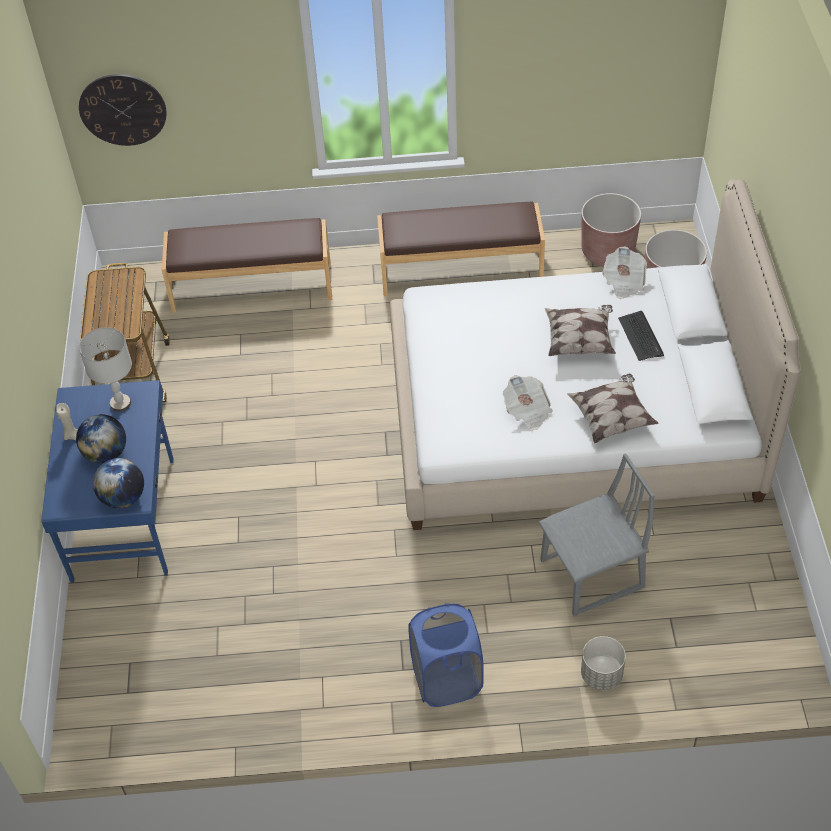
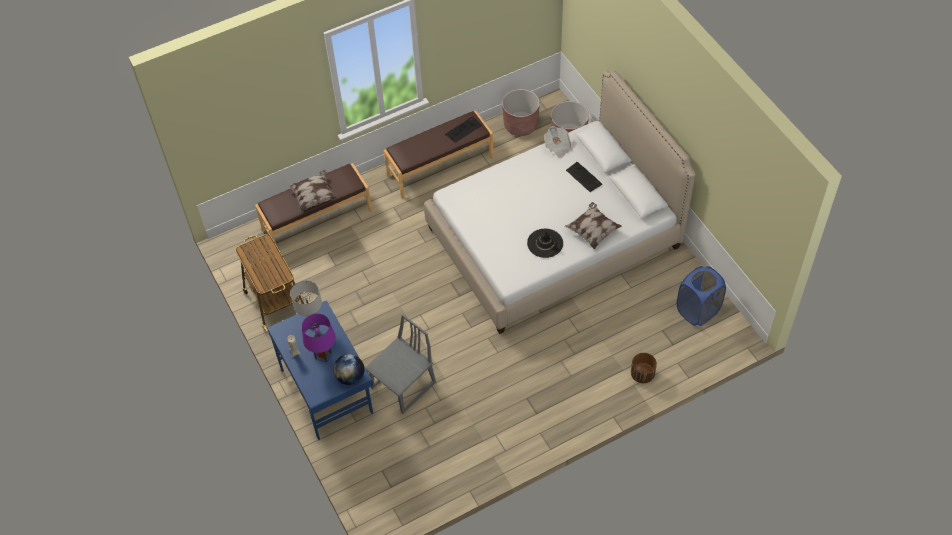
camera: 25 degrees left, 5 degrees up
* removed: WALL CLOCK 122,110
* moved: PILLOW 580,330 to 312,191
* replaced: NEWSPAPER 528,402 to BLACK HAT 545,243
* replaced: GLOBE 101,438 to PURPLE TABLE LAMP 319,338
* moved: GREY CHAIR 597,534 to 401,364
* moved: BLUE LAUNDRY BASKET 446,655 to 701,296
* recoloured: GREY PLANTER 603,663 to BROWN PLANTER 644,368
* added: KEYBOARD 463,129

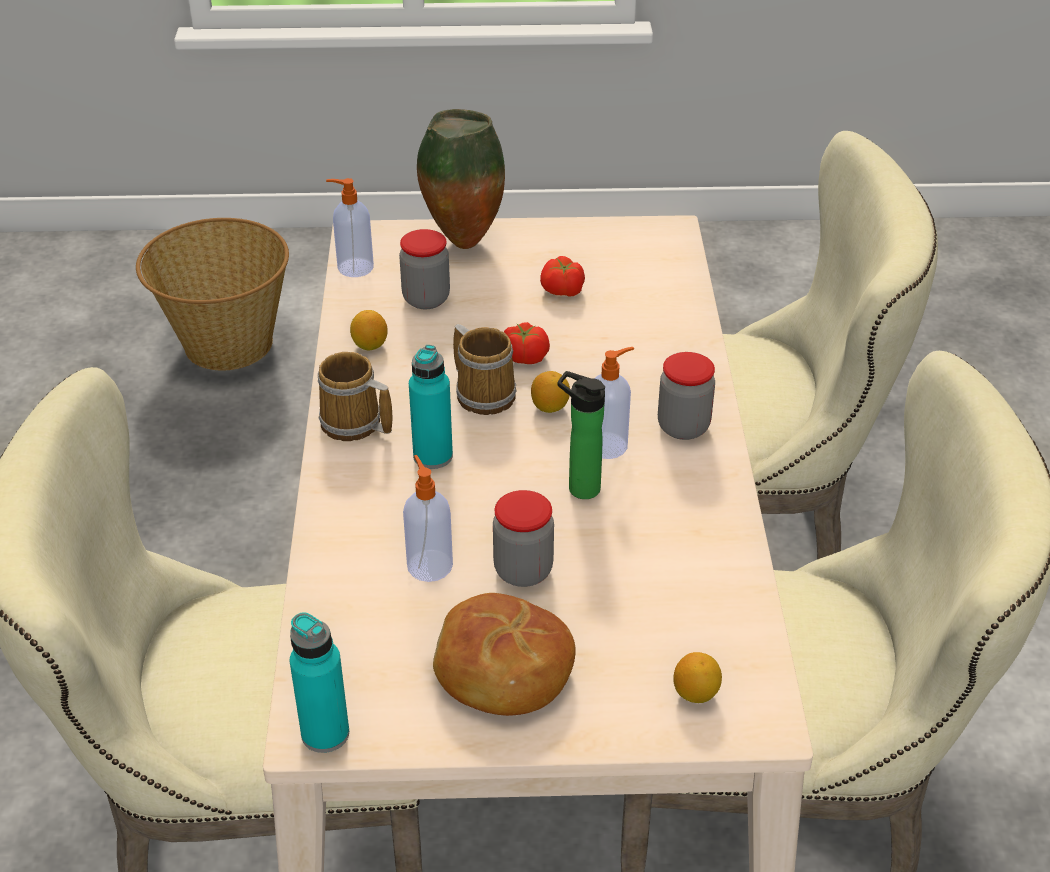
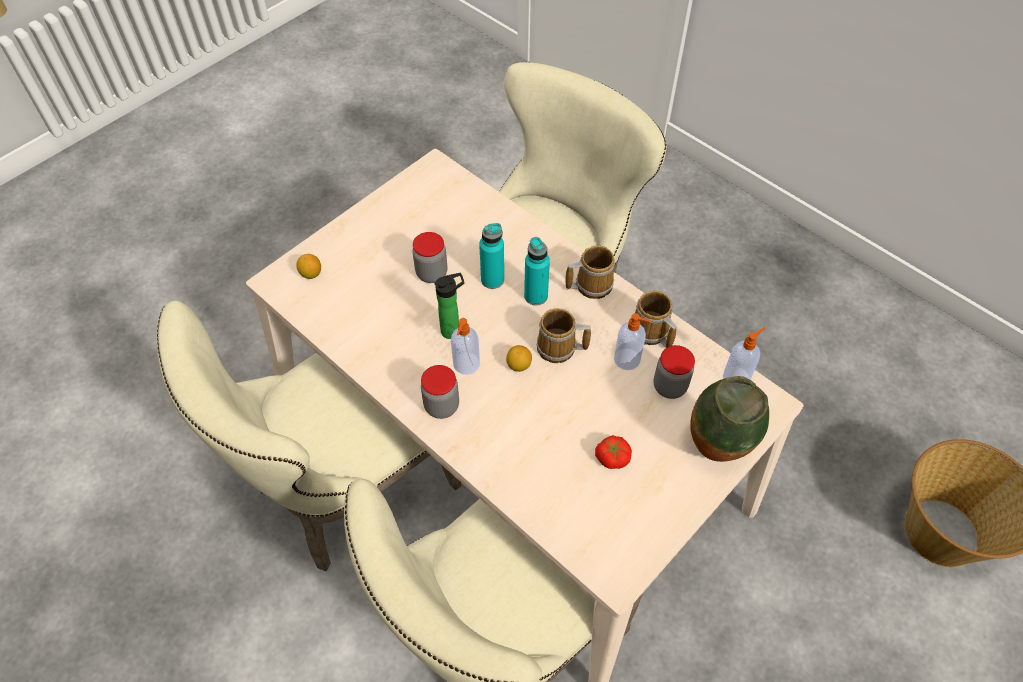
camera: 135 degrees right, 15 degrees up
* replaced: LEMON 369,330 to MUG 656,319
* removed: TOMATO 527,343
* moved: SOAP DISPENSER 428,518 to 633,341
* removed: BREAD 504,654
* moved: TURQUOISE BOTTLE 319,682 to 491,256

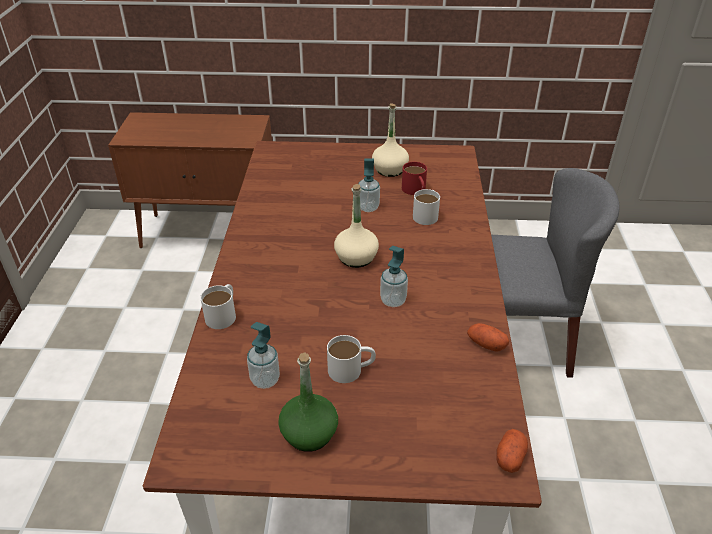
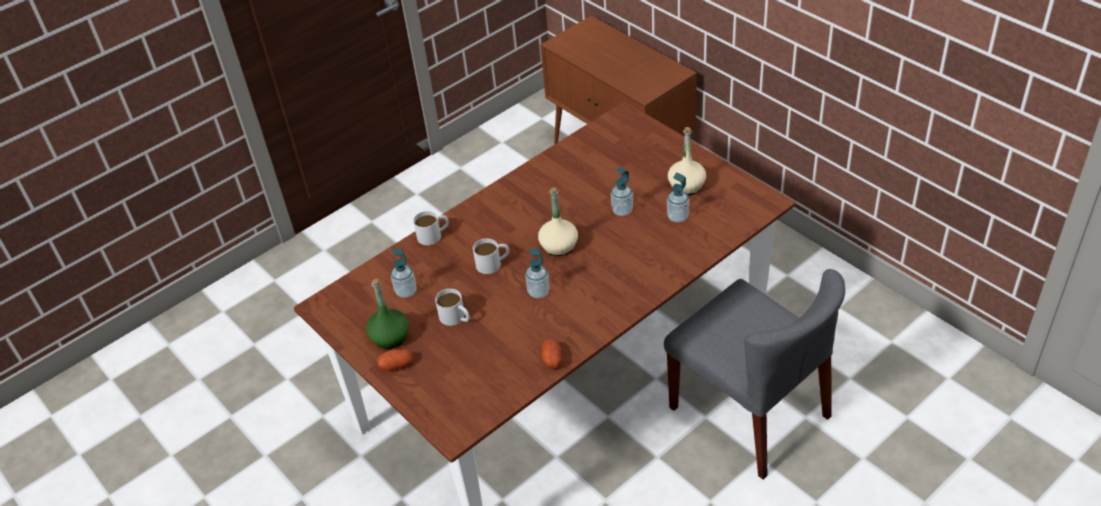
camera: 50 degrees right, 5 degrees up
* replaced: RED MUG 414,178 to SOAP DISPENSER 678,197
* moved: WHITE MUG 426,207 to 491,256
* moved: POTATO 512,451 to 395,360

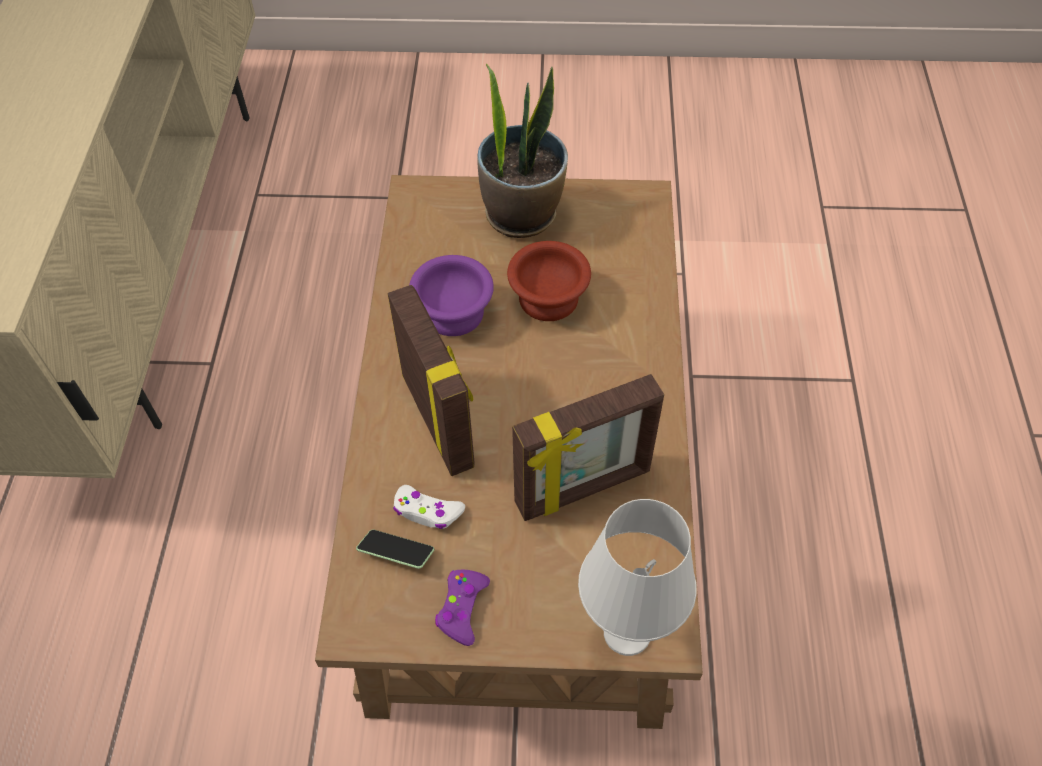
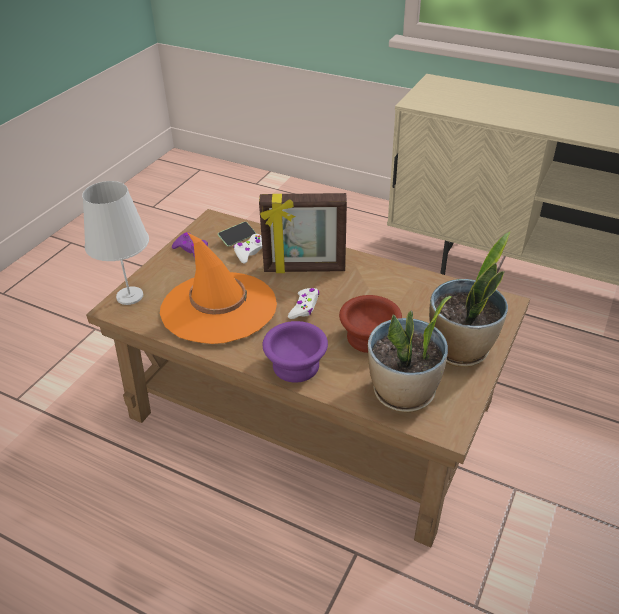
camera: 115 degrees right, 15 degrees down
* moved: PURPLE BOWL 451,295 to 295,352
* replaced: PICTURE FRAME 588,447 to ORANGE HAT 218,288
* added: WHITE GAME CONTROLLER 303,303
* added: POTTED PLANT 410,354

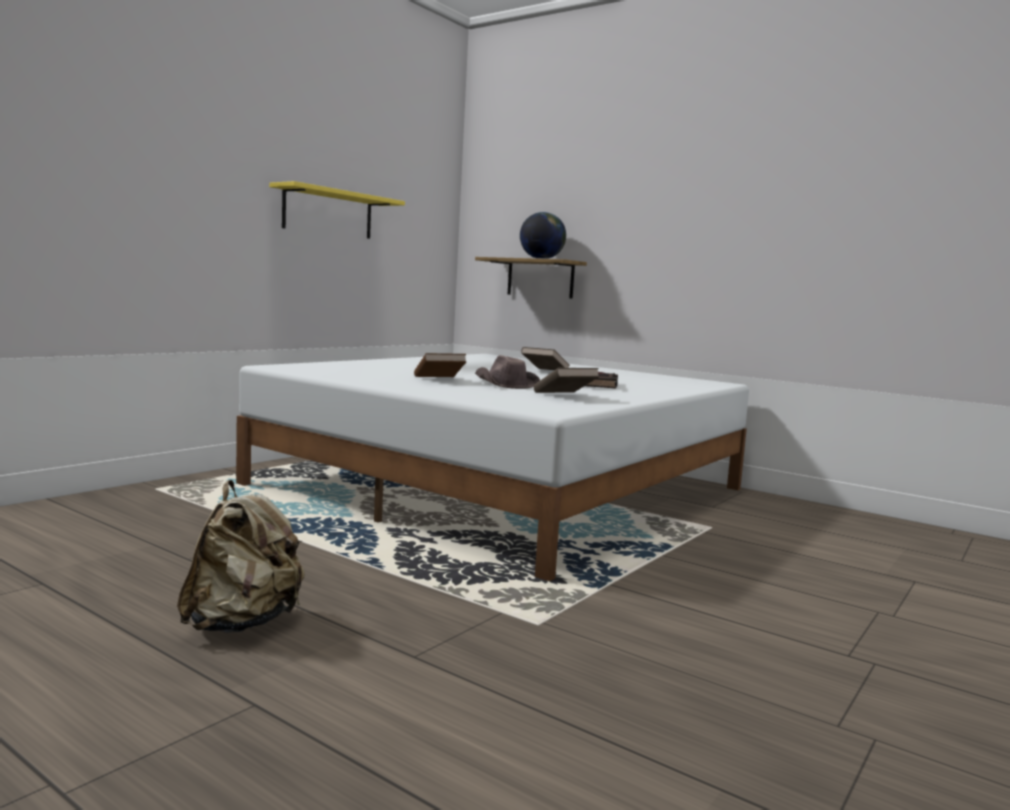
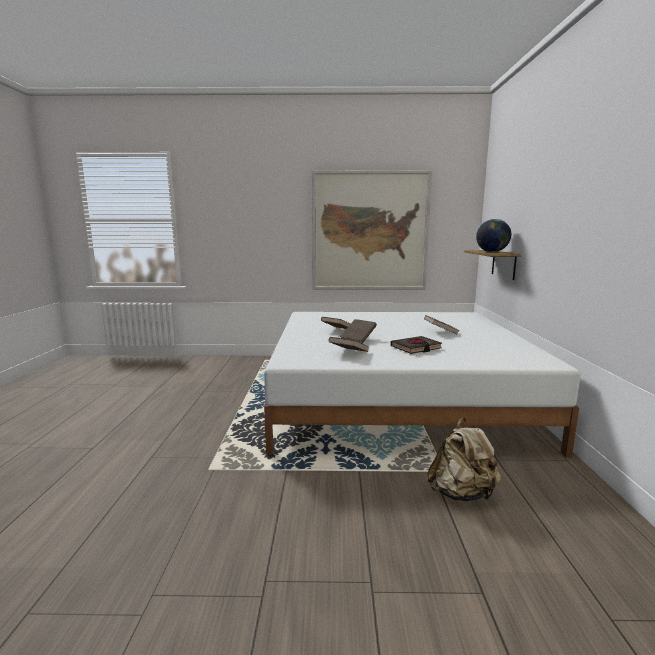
camera: 55 degrees right, 5 degrees up
* replaced: YELLOW SHELF 337,210 to PICTURE 372,230
* replaced: BROWN HAT 507,372 to BROWN BOOK 358,331
* moved: BEIGE BACKPACK 241,556 to 464,459

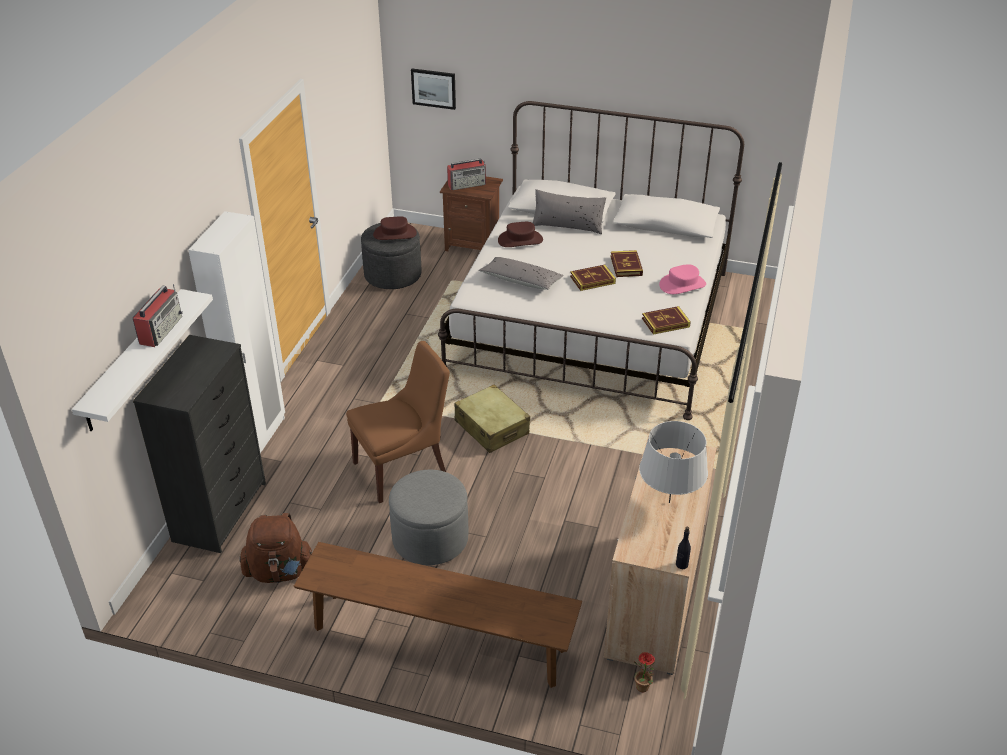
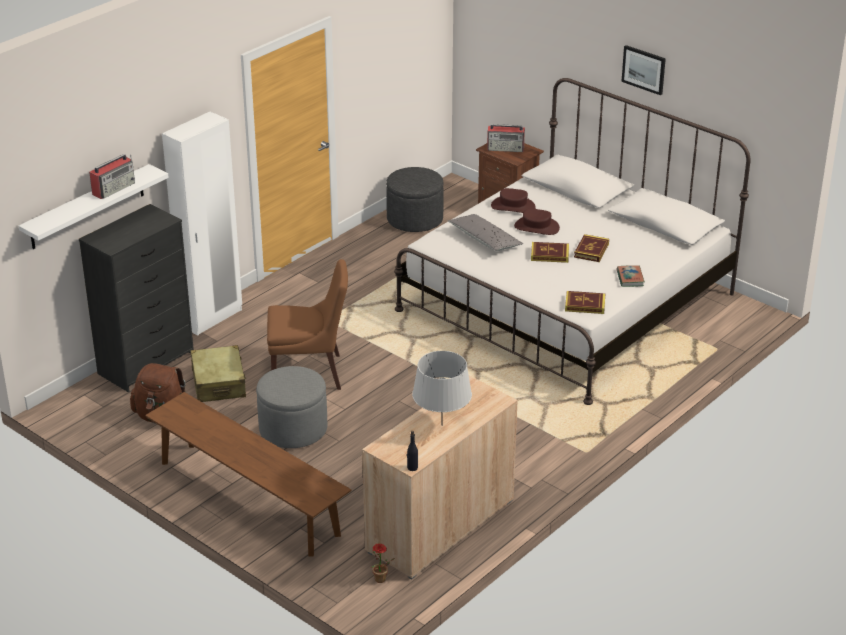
camera: 25 degrees right, 5 degrees down
* moved: PICTURE 433,89 to 643,70
* removed: GREY PILLOW 569,211
* moved: BROWN HAT 395,228 to 537,221
* replaced: PINK HAT 682,279 to BOOK 631,276
* moved: BEIGE SUITCASE 492,418 to 218,373

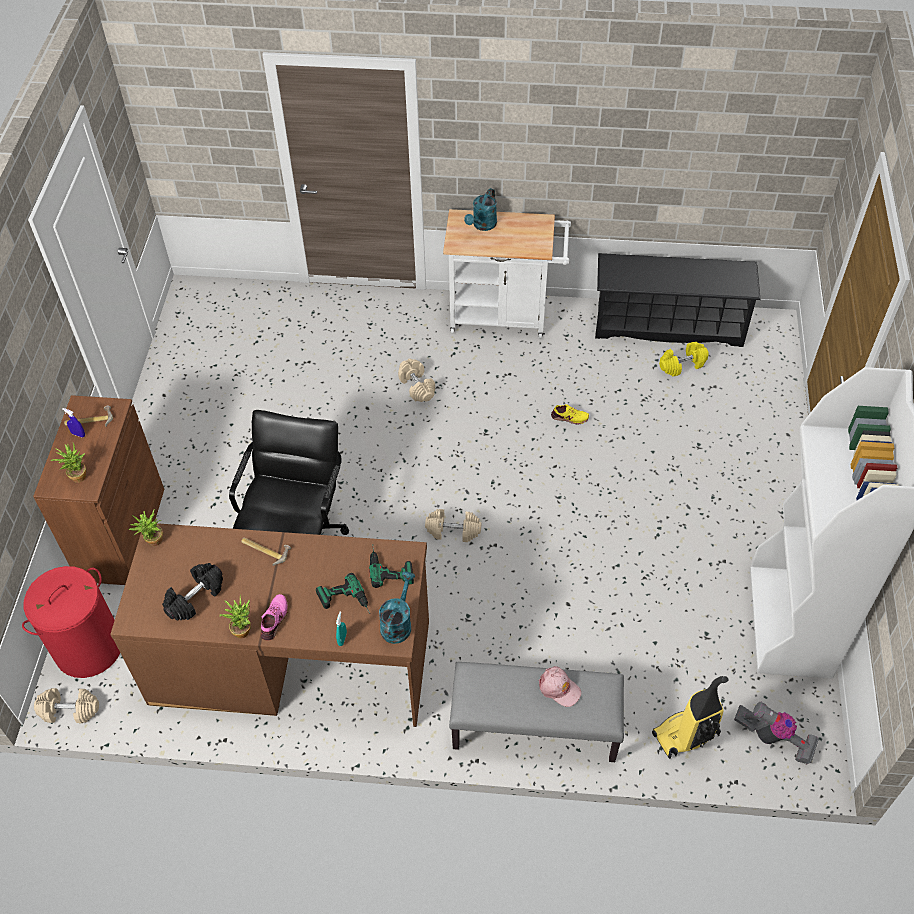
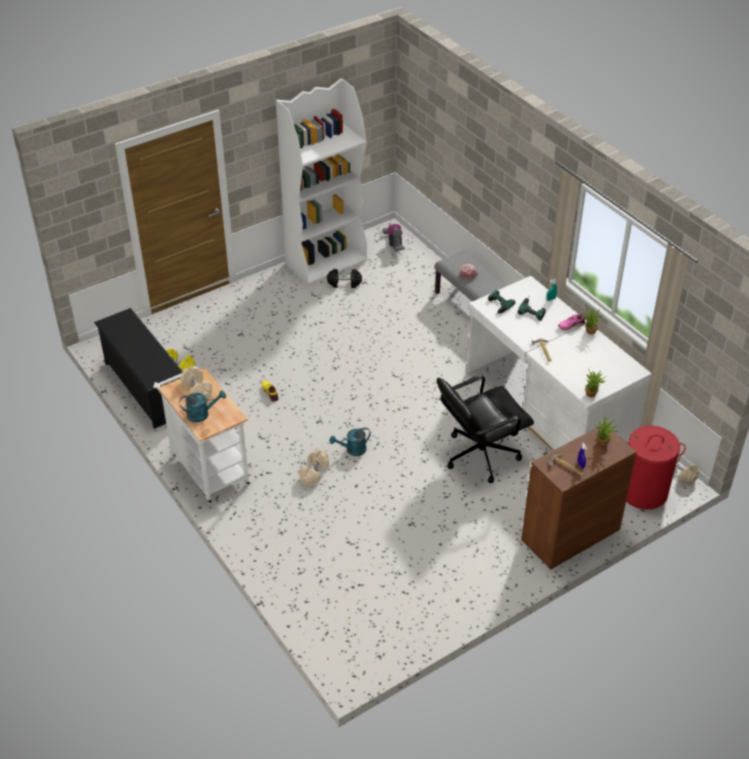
camera: 130 degrees left, 10 degrees down
* moved: BEIGE DUMBBELL 453,525 to 196,383
* recoloured: BROWN DESK 269,625 to WHITE DESK 559,363
* moved: BLACK DUMBBELL 192,592 to 344,278
* moved: TURQUOISE WATERING CAN 397,607 to 350,441
* removed: VACUUM CLEANER 690,717

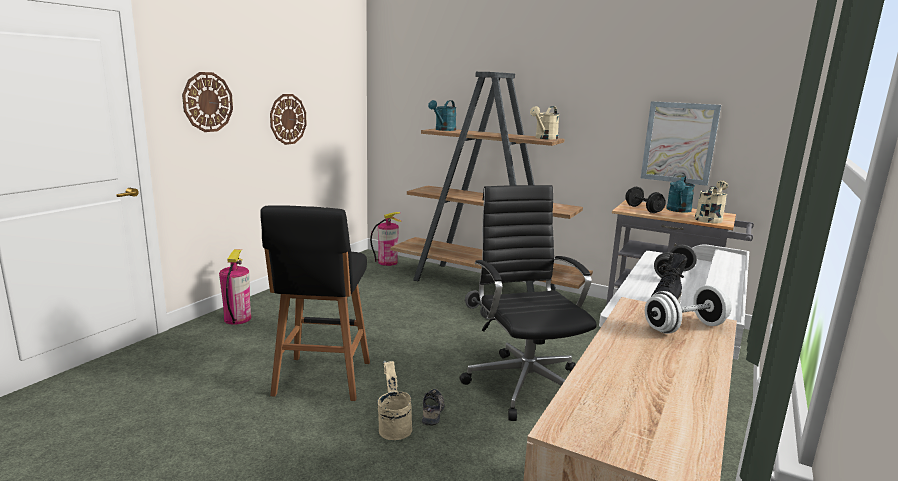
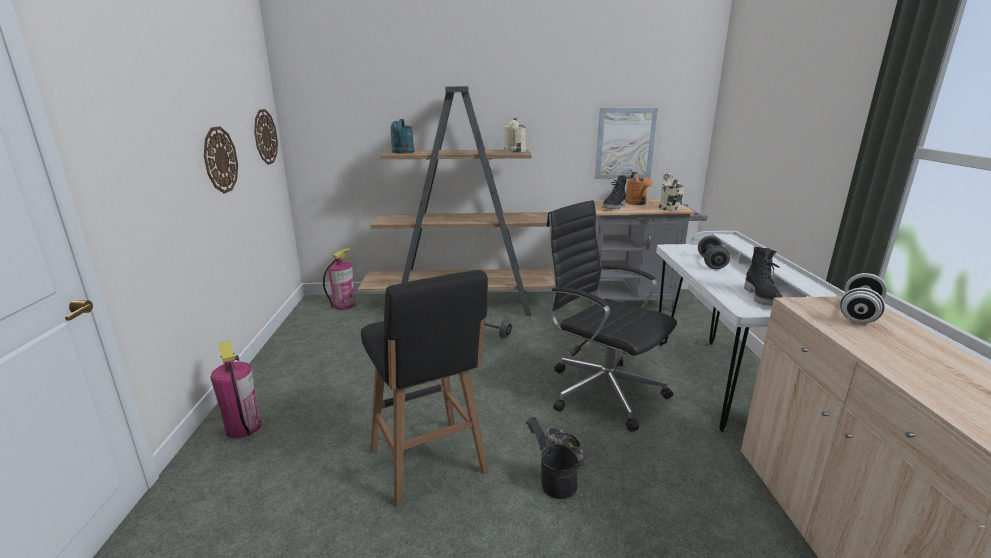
camera: 30 degrees left, 5 degrees up
* moved: WALL CLOCK 207,102 to 266,137
* recoloured: TURQUOISE WATERING CAN 680,194 to ORANGE WATERING CAN 638,188
* replaced: BLACK DUMBBELL 645,200 to BLACK BOOT 614,192
* recoloured: BEIGE BUCKET 394,400 to BLACK BUCKET 551,458

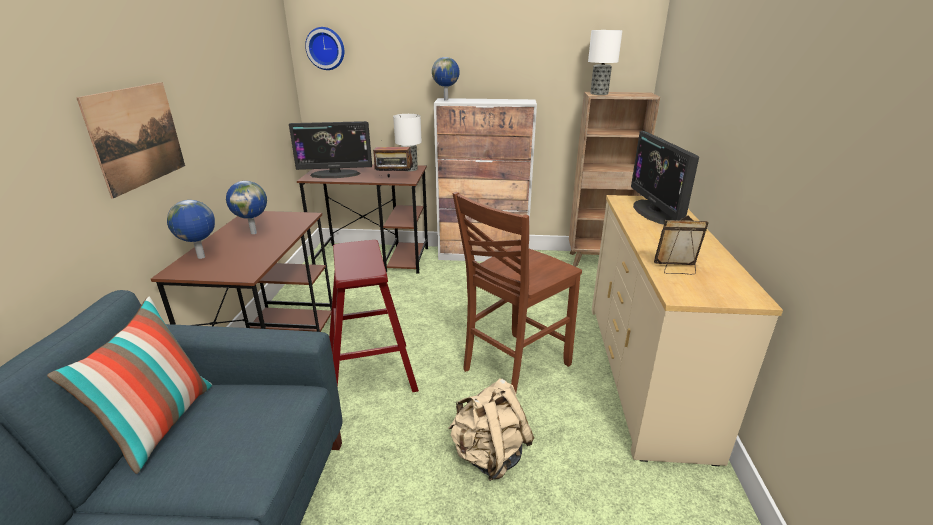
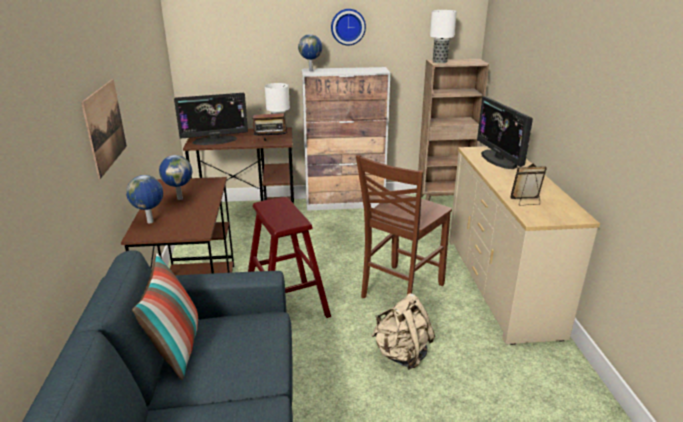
camera: 10 degrees left, 0 degrees up
* moved: WALL CLOCK 324,48 to 348,27

